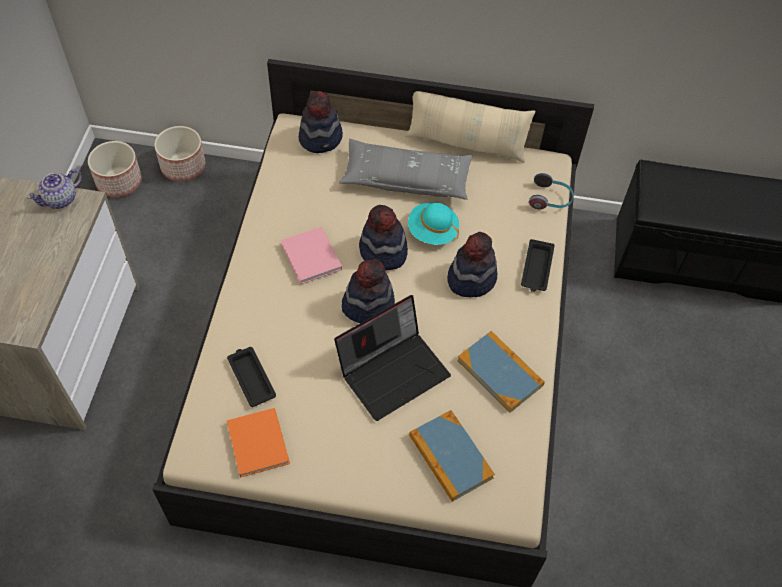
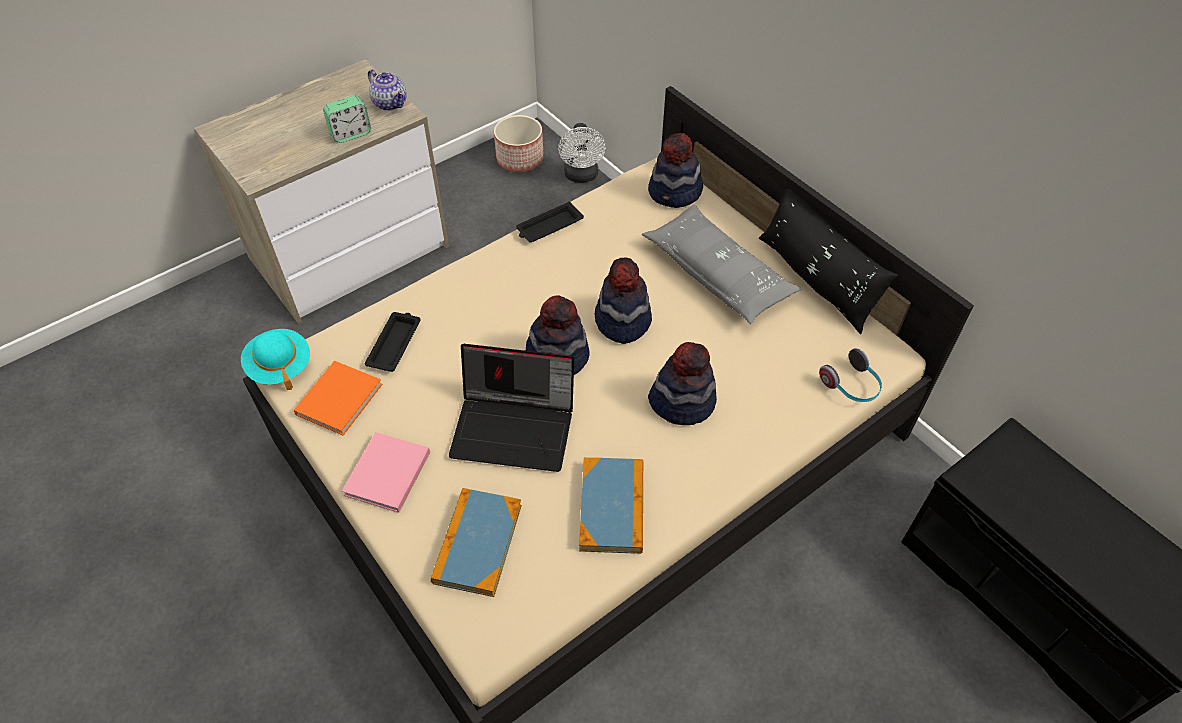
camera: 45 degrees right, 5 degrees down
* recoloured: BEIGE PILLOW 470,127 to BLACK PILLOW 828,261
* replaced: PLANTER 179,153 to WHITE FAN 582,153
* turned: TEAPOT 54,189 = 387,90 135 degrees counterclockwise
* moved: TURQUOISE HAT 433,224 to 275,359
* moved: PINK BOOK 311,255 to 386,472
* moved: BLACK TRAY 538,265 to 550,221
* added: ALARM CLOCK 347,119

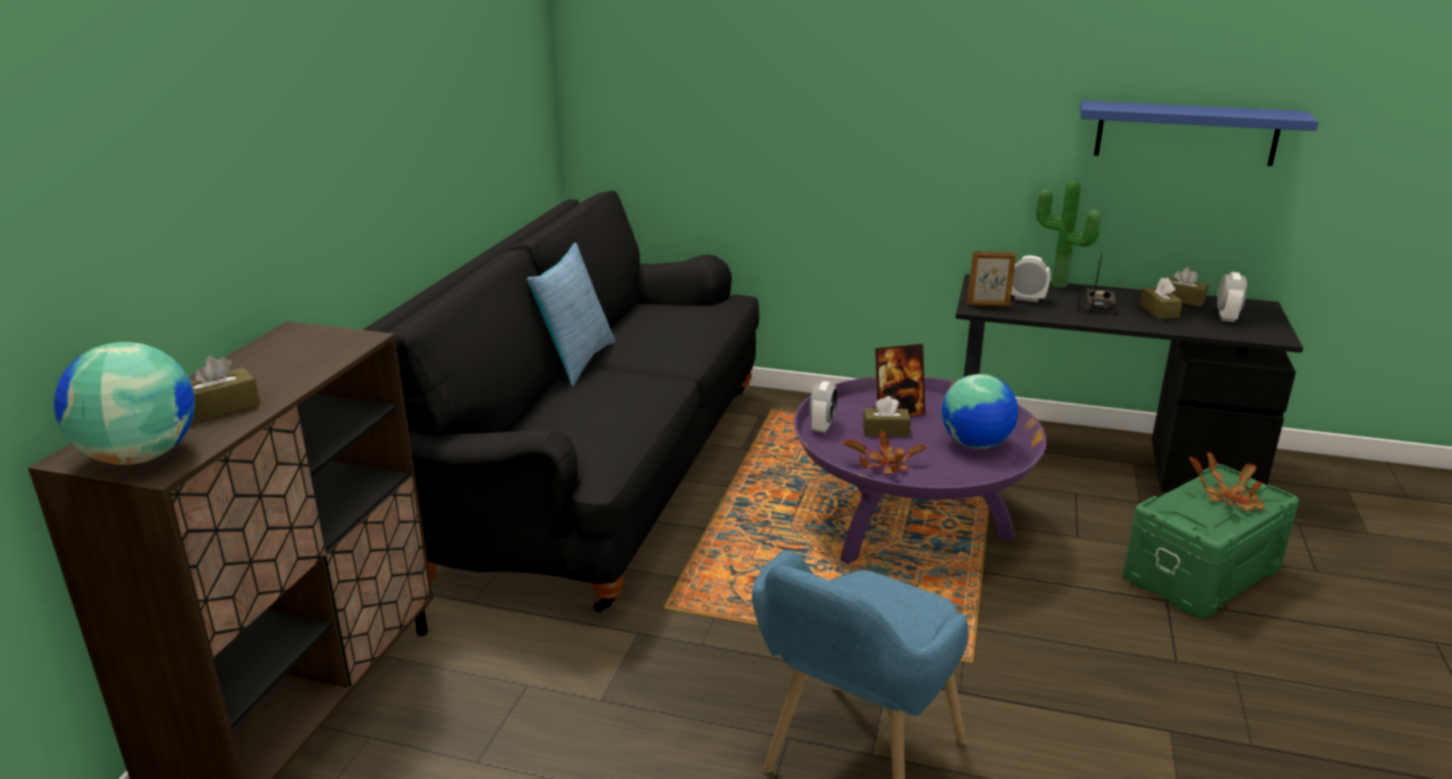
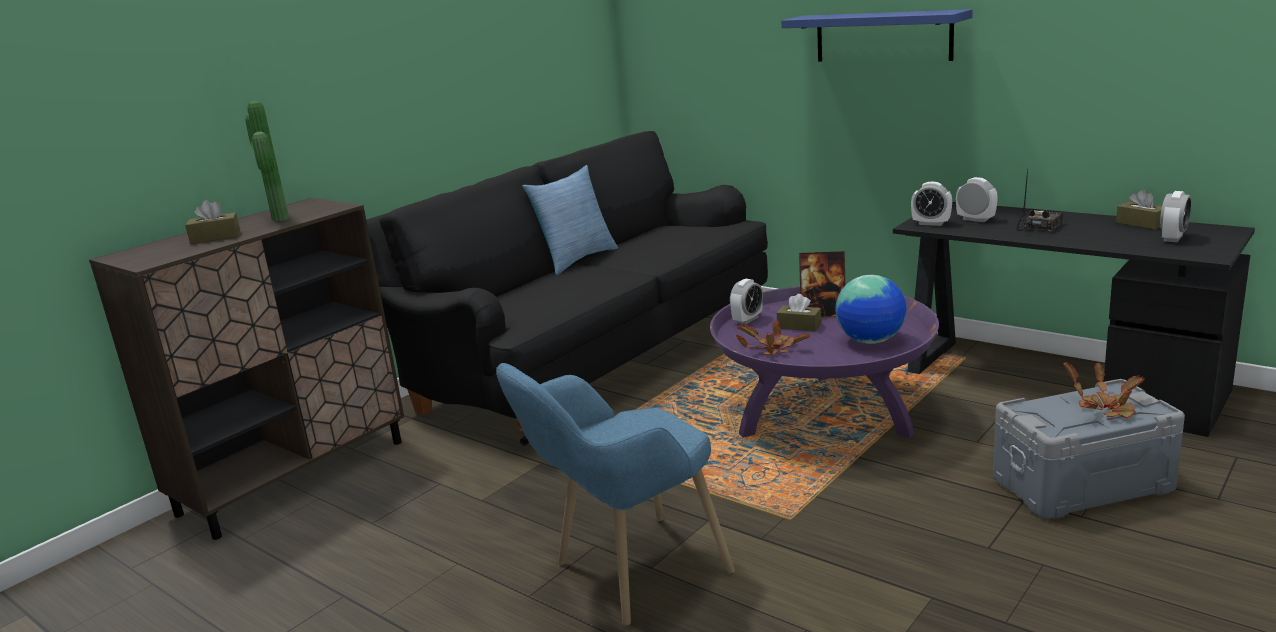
camera: 25 degrees right, 5 degrees down
* moved: BLUE SHELF 1199,133 to 877,35
* moved: POTTED PLANT 1068,234 to 267,161
* replaced: PICTURE FRAME 991,279 to ALARM CLOCK 931,204
* removed: BROWN TISSUE BOX 1161,298
* removed: GLOBE 124,403
* recoloured: GREEN STORAGE BOX 1211,541 to GREY STORAGE BOX 1089,449

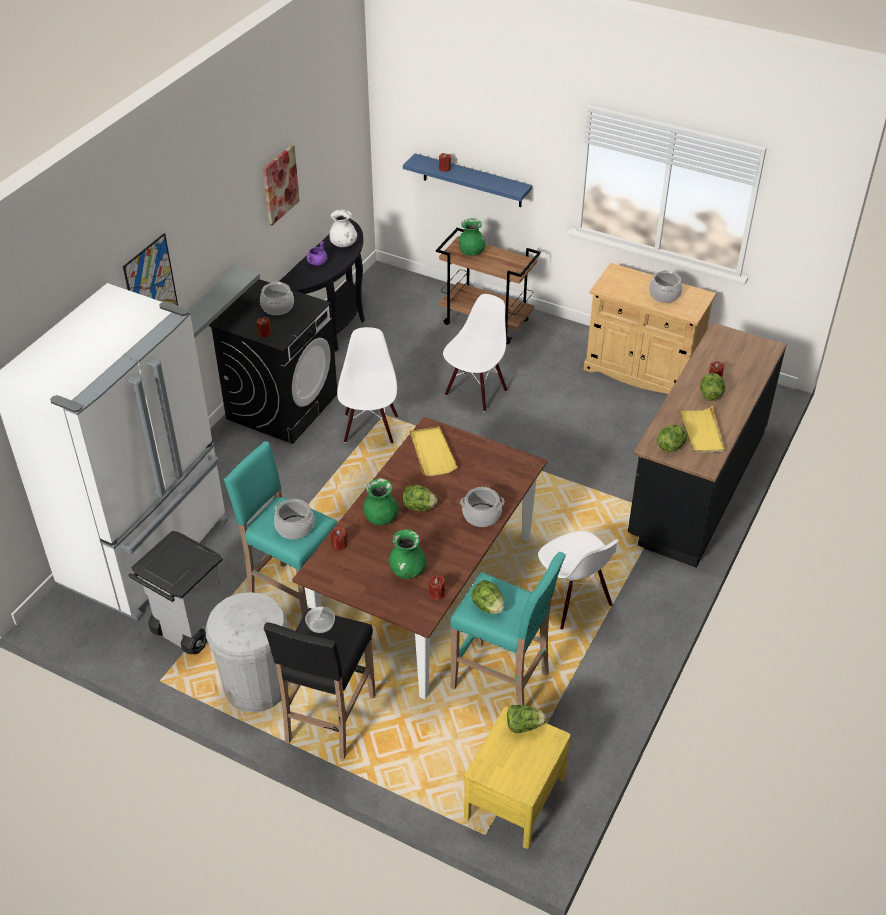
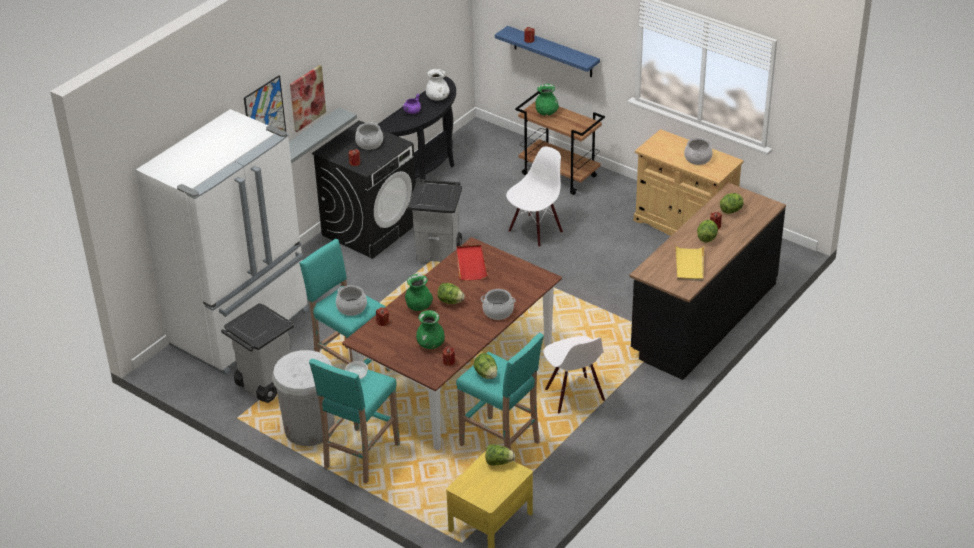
camera: 10 degrees right, 5 degrees down
* moved: PICTURE 281,185 to 308,98
* replaced: WHITE CHAIR 367,385 to GREY TRASH CAN 435,221
* moved: LETTUCE 672,438 to 732,203
* recoloured: YELLOW TRAY 434,451 to RED TRAY 472,263
* recoloured: BLACK STOOL 319,683 to TURQUOISE STOOL 354,421

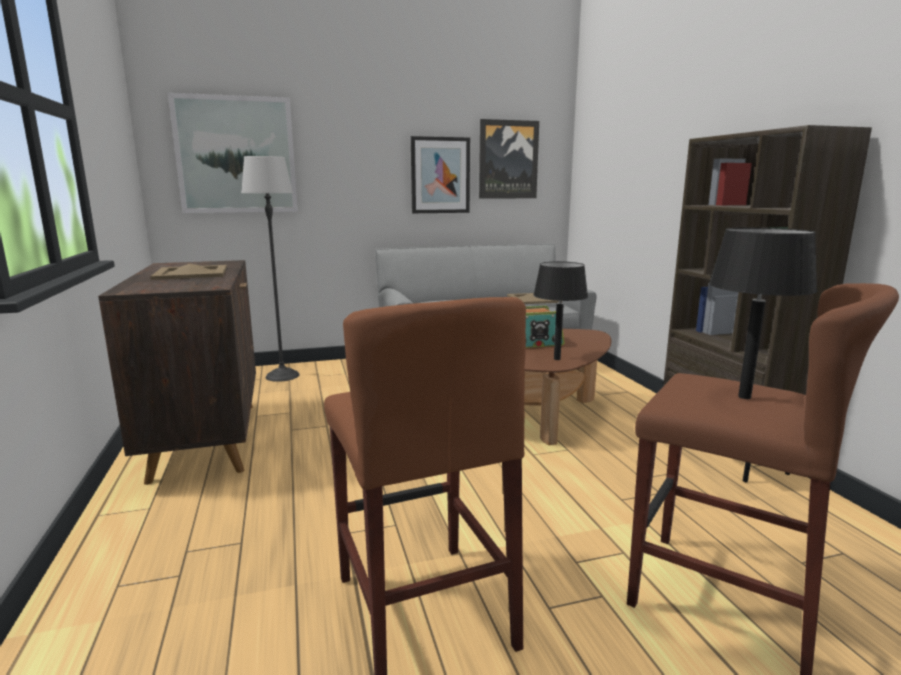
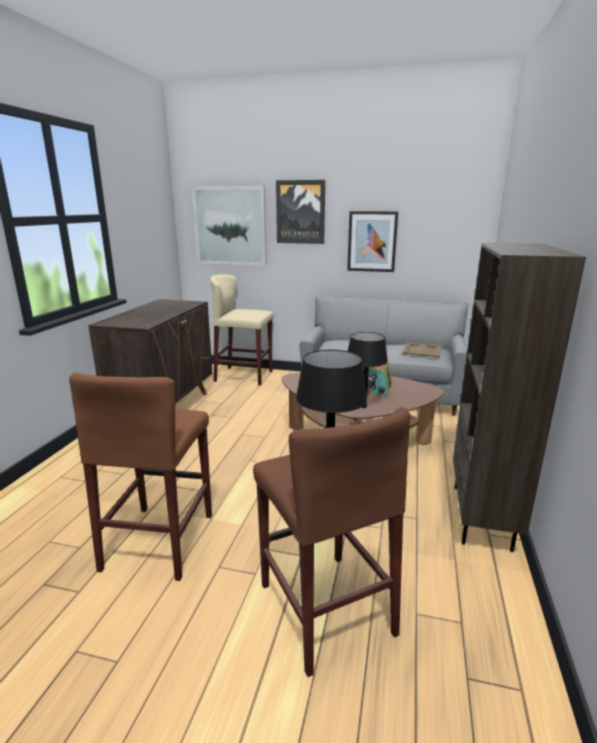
camera: 30 degrees right, 5 degrees up
* moved: PICTURE 509,159 to 300,212
* replaced: FLOOR LAMP 270,269 to BEIGE STOOL 242,330
* removed: BEIGE TRAY 189,272

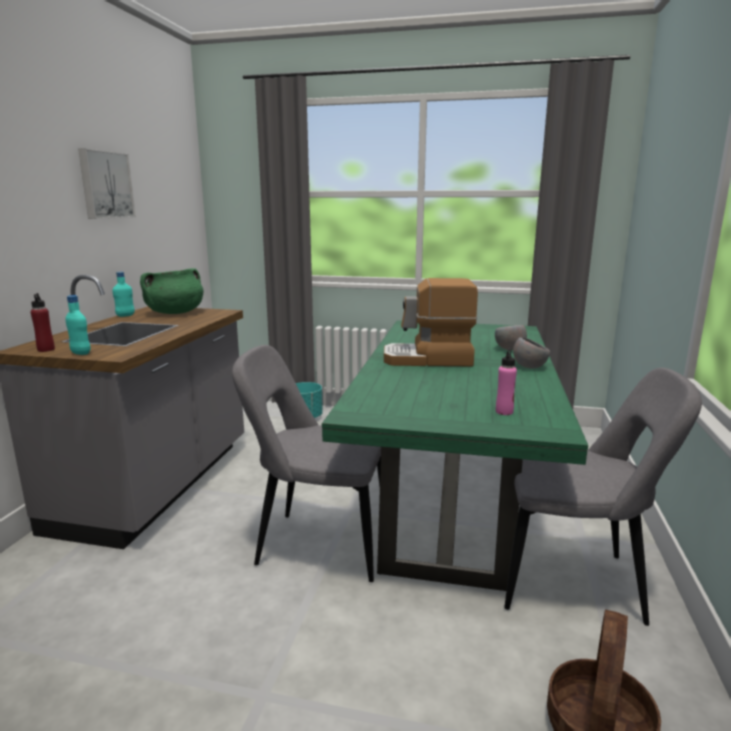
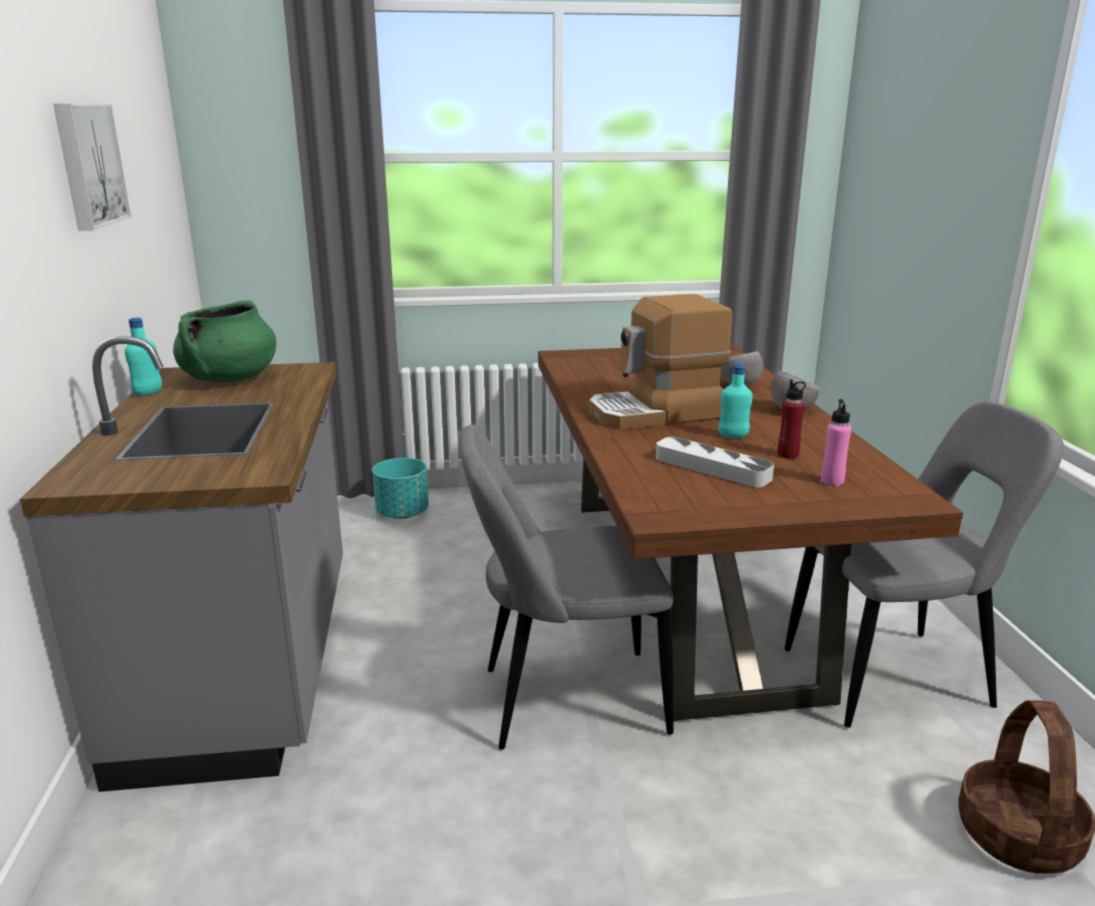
camera: 20 degrees left, 5 degrees up
* moved: RED BOTTLE 43,322 to 791,419
* moved: TURQUOISE BOTTLE 78,325 to 735,401
* recoloured: GREEN DINING TABLE 455,455 to BROWN DINING TABLE 750,532
* added: GREY TRAY 715,462

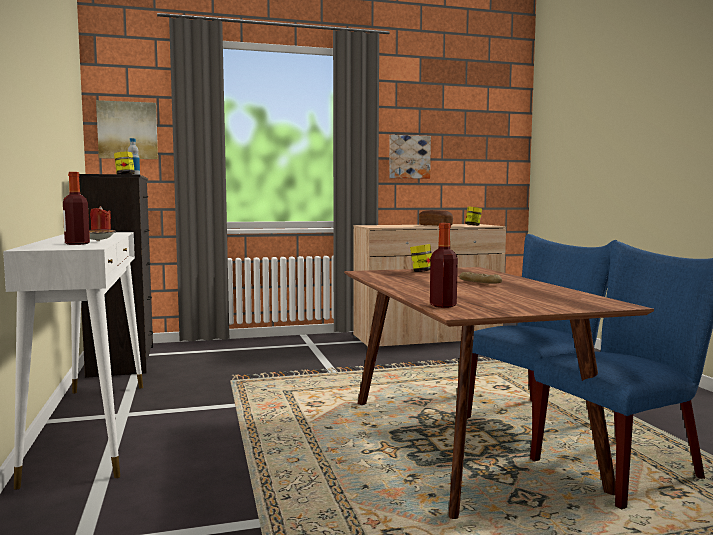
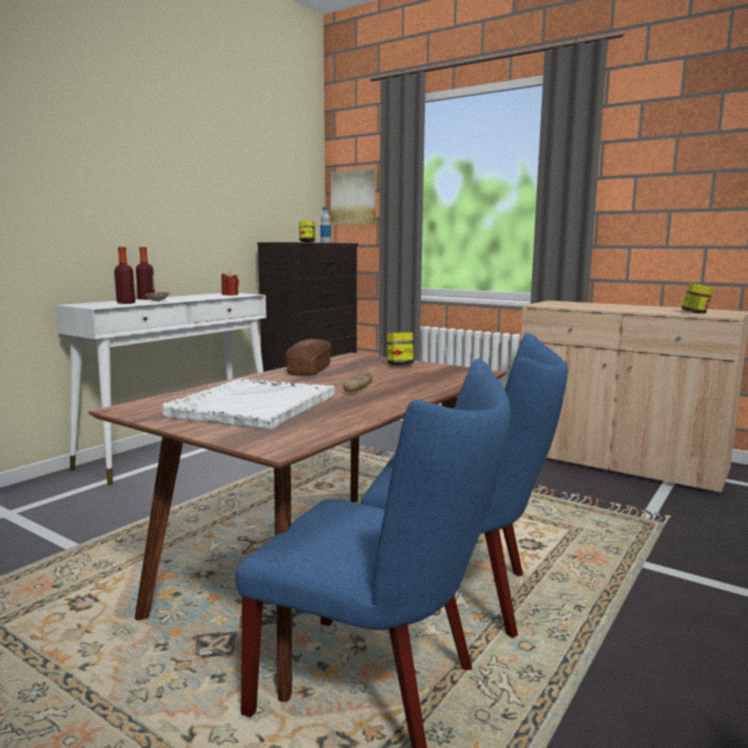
camera: 50 degrees right, 5 degrees up
* removed: PICTURE 410,157
* moved: BREAD 436,218 to 309,357
* moved: BOTTLE 444,265 to 145,273
* added: WHITE TRAY 248,404

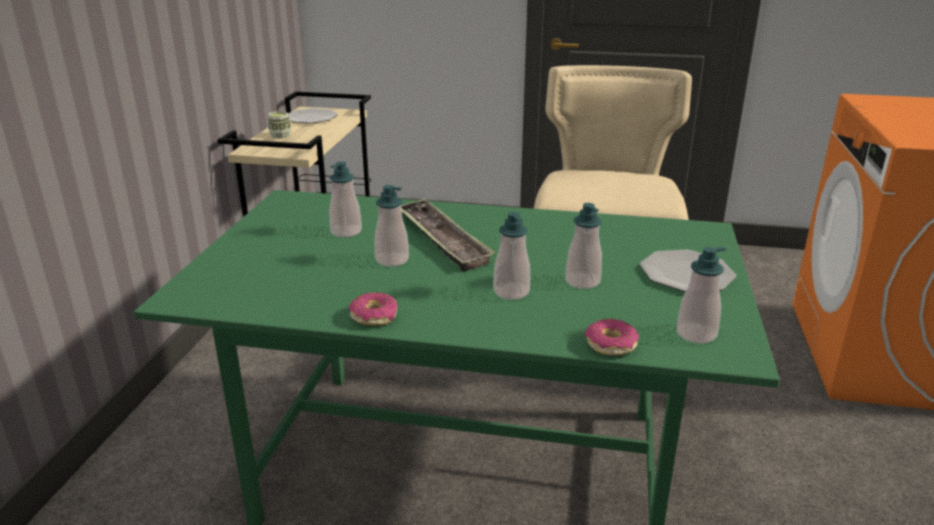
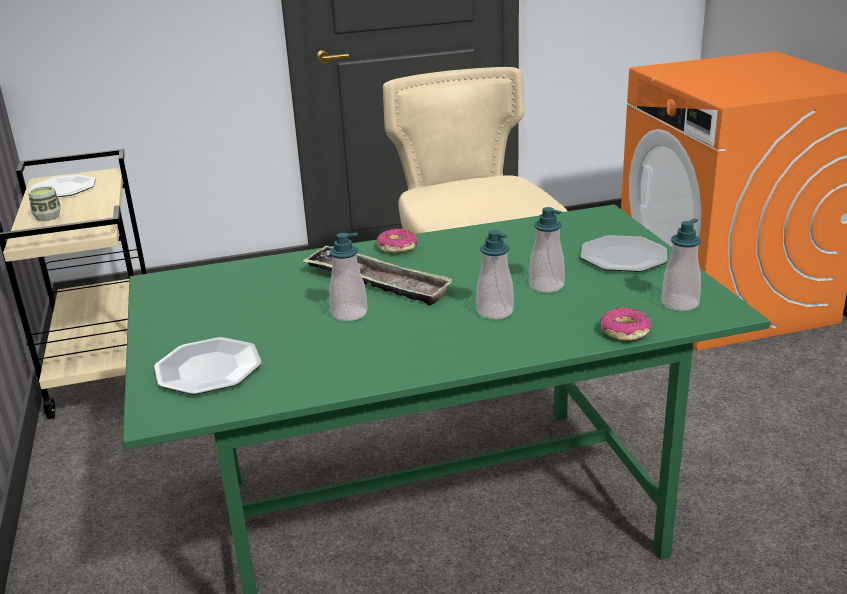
camera: 25 degrees left, 0 degrees up
* removed: SOAP DISPENSER 345,199
* moved: DONUT 373,309 to 397,241
* added: PLATE 208,366

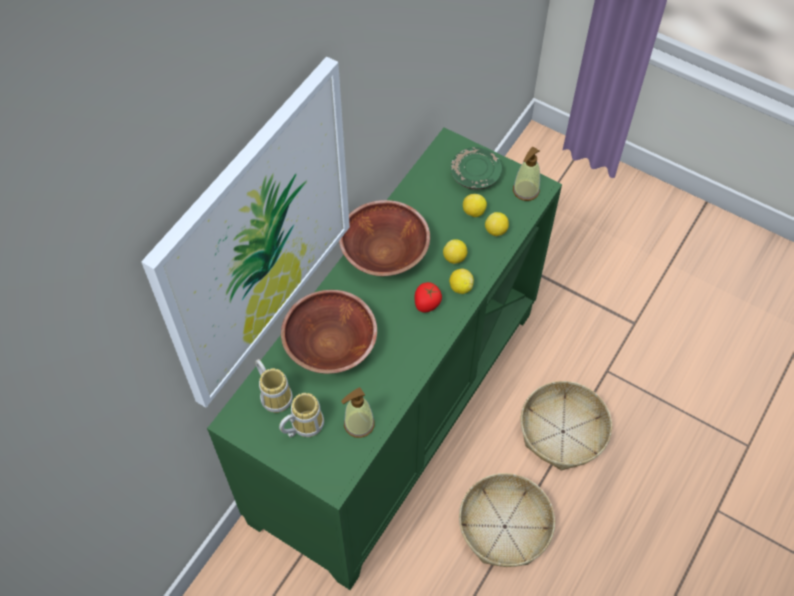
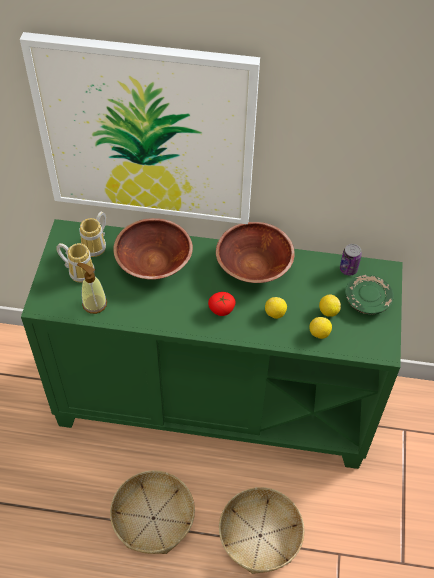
camera: 65 degrees right, 5 degrees down
* removed: SOAP DISPENSER 526,173
* removed: LEMON 461,281
* added: CAN 351,259

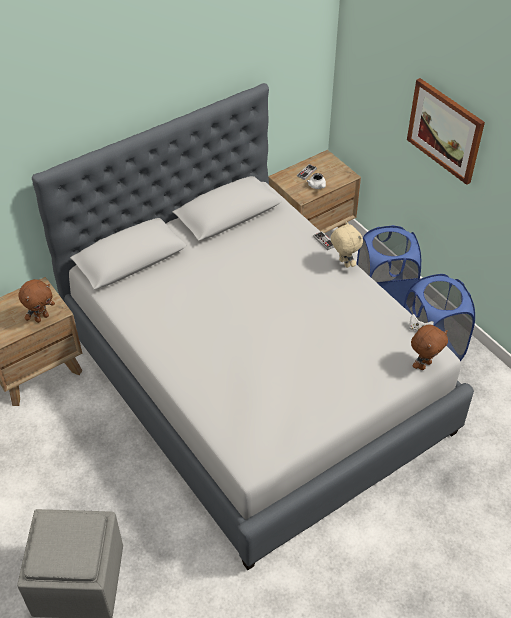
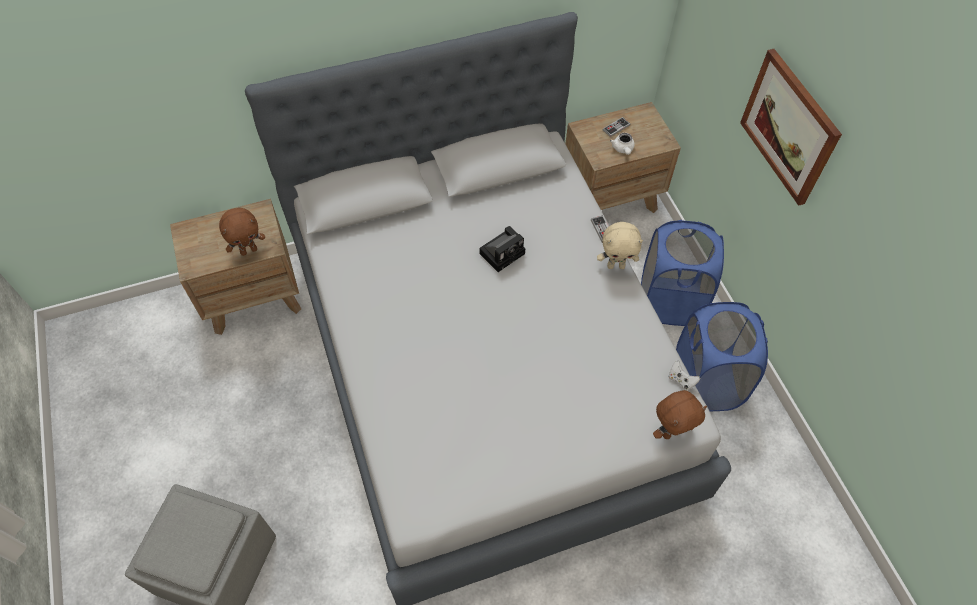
camera: 15 degrees right, 10 degrees up
* turned: BEIGE PLUSH TOY 346,244 = 620,245 105 degrees clockwise
* added: PHOTO CAMERA 502,249

